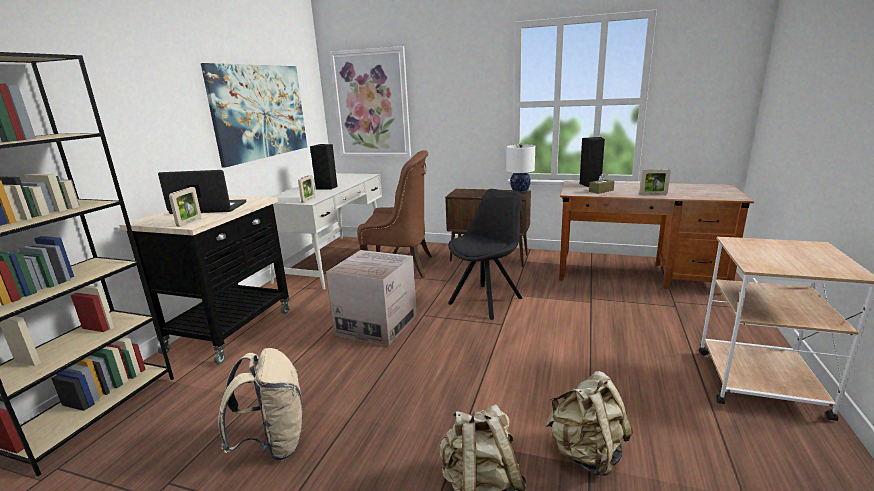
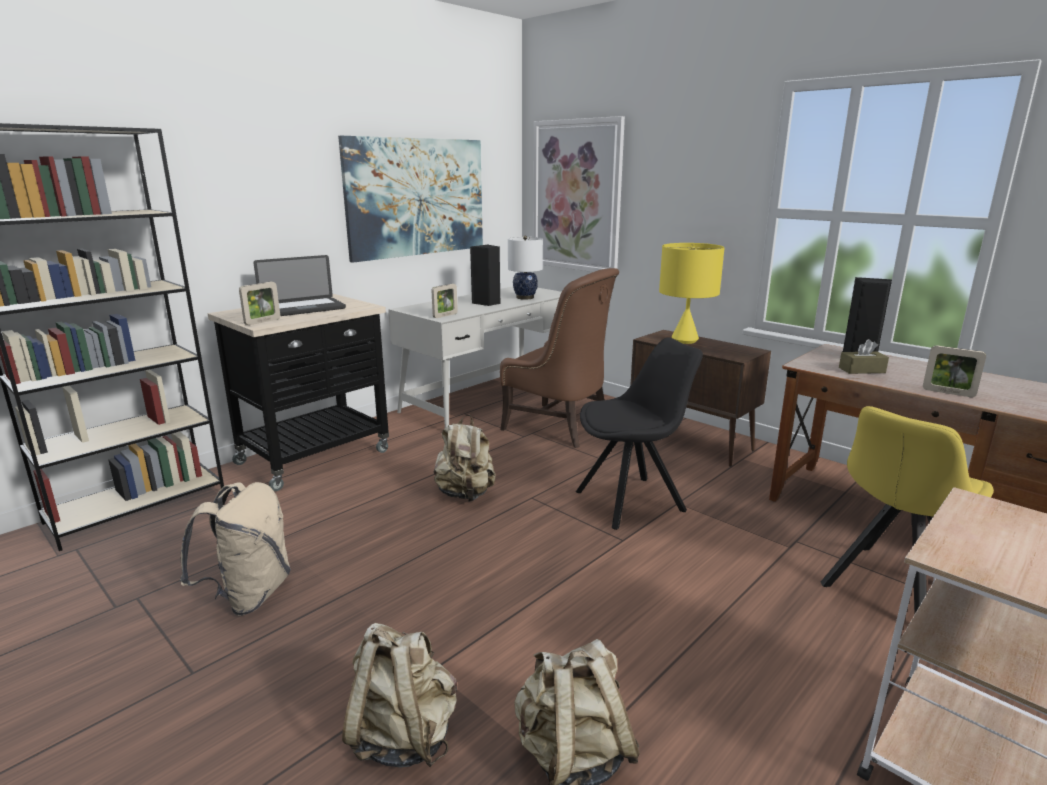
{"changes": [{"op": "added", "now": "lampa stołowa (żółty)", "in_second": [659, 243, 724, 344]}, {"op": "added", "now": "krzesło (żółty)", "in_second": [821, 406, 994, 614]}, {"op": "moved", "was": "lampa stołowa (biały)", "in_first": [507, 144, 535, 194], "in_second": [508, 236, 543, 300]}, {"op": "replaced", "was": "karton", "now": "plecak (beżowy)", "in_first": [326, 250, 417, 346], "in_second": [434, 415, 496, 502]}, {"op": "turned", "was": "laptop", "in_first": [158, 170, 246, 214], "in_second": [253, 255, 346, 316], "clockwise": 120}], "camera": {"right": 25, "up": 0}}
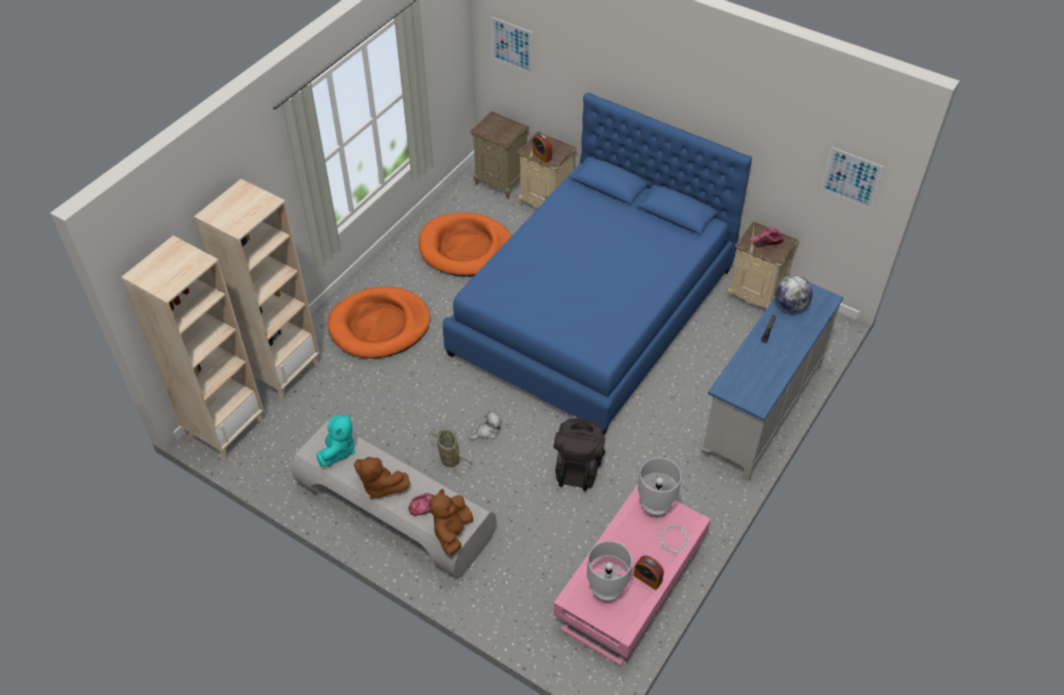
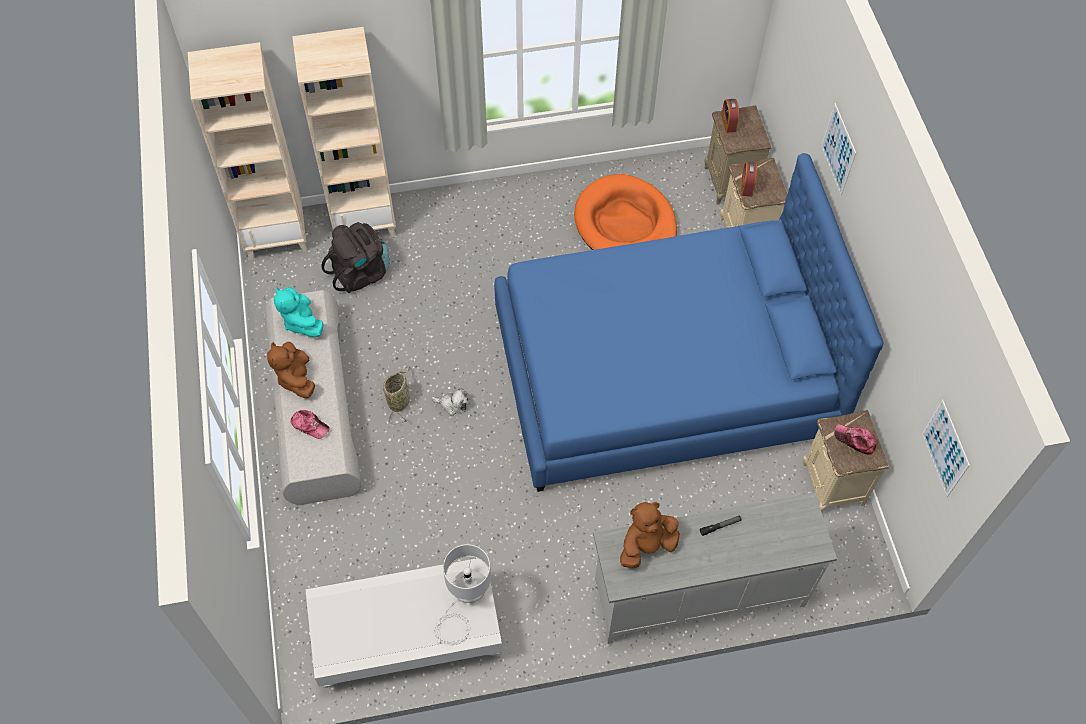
{"changes": [{"op": "removed", "was": "legowisko (pomarańczowy)", "in_first": [328, 286, 430, 359]}, {"op": "removed", "was": "lampa stołowa (szary)", "in_first": [587, 541, 632, 601]}, {"op": "removed", "was": "globus", "in_first": [775, 275, 813, 312]}, {"op": "moved", "was": "pluszak (brązowy)", "in_first": [429, 489, 473, 555], "in_second": [620, 502, 680, 568]}, {"op": "moved", "was": "obraz", "in_first": [491, 17, 533, 74], "in_second": [821, 103, 856, 195]}, {"op": "moved", "was": "plecak (czarny)", "in_first": [554, 418, 605, 491], "in_second": [321, 222, 390, 293]}, {"op": "moved", "was": "budzik", "in_first": [634, 555, 664, 590], "in_second": [721, 99, 739, 133]}, {"op": "recoloured", "was": "ława (różowy)", "now": "ława (biały)", "in_first": [553, 484, 711, 666], "in_second": [306, 558, 502, 688]}, {"op": "recoloured", "was": "komoda (niebieski)", "now": "komoda (szary)", "in_first": [702, 282, 844, 482], "in_second": [593, 493, 837, 644]}, {"op": "turned", "was": "pluszak (turkusowy)", "in_first": [317, 414, 355, 467], "in_second": [274, 287, 324, 337], "clockwise": 90}], "camera": {"right": 45, "up": 10}}
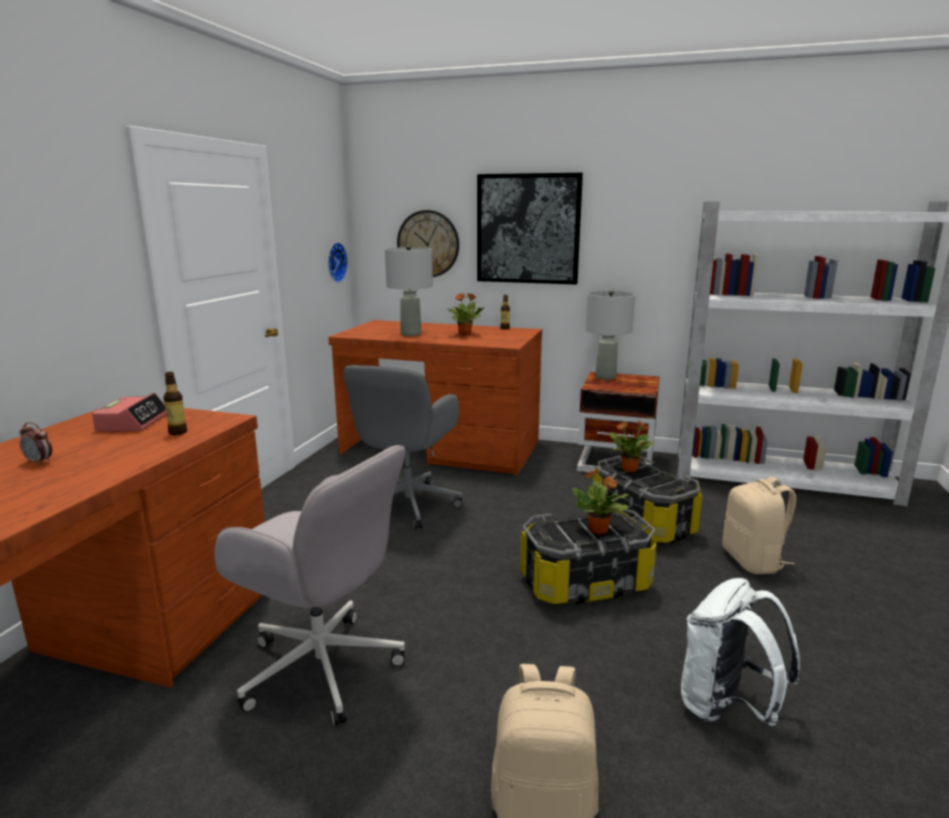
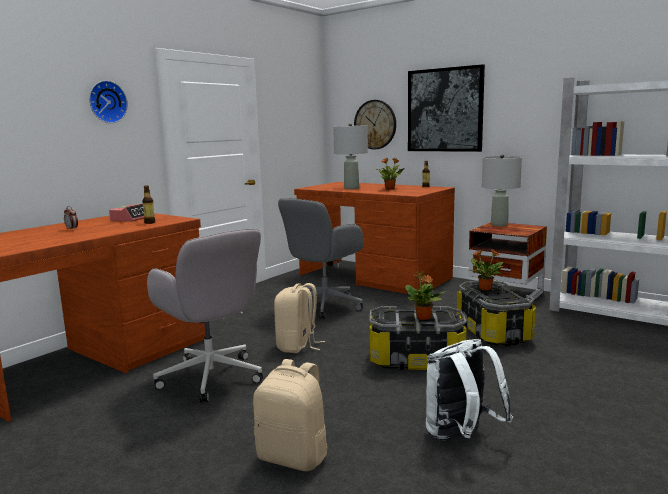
{"changes": [{"op": "moved", "was": "zegar ścienny", "in_first": [328, 242, 348, 283], "in_second": [89, 81, 128, 123]}, {"op": "moved", "was": "plecak (beżowy)", "in_first": [722, 477, 796, 574], "in_second": [274, 283, 325, 353]}], "camera": {"right": 20, "up": -5}}
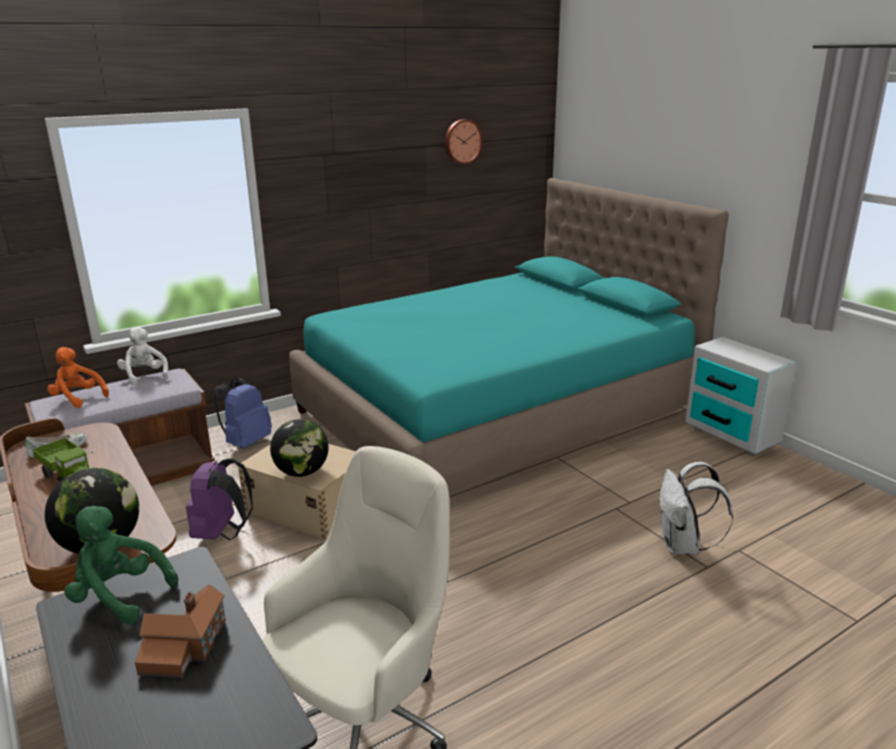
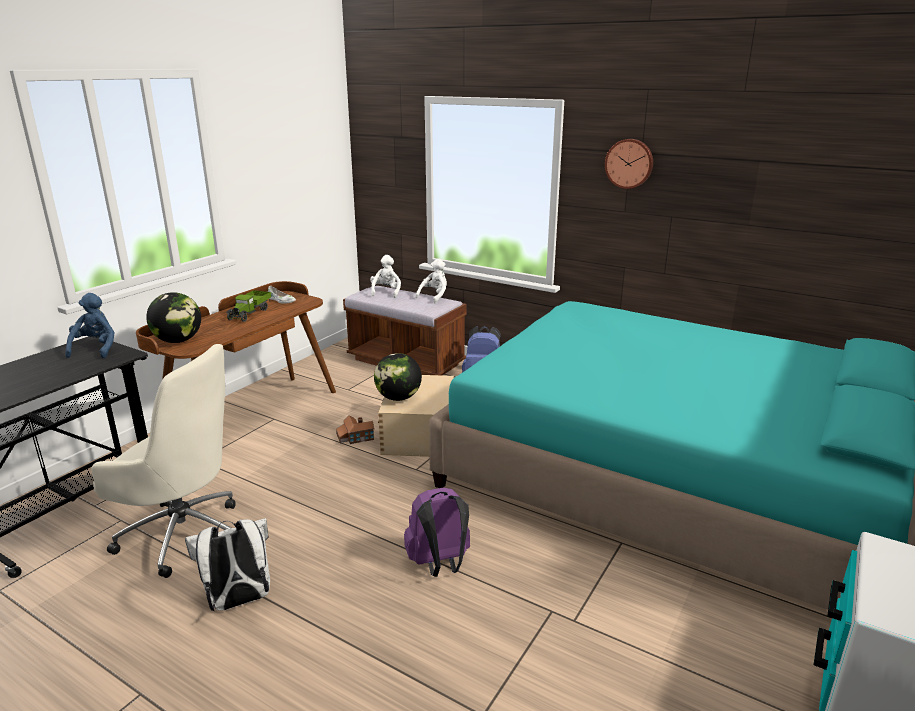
{"changes": [{"op": "moved", "was": "domek", "in_first": [135, 584, 226, 678], "in_second": [336, 415, 374, 444]}, {"op": "moved", "was": "plecak (fioletowy)", "in_first": [186, 458, 253, 540], "in_second": [404, 487, 470, 577]}, {"op": "moved", "was": "zegar ścienny", "in_first": [445, 119, 483, 164], "in_second": [605, 139, 653, 189]}, {"op": "moved", "was": "plecak (biały)", "in_first": [659, 462, 733, 555], "in_second": [185, 518, 270, 611]}, {"op": "recoloured", "was": "pluszak (pomarańczowy)", "now": "pluszak (biały)", "in_first": [47, 347, 109, 408], "in_second": [370, 255, 401, 298]}, {"op": "recoloured", "was": "pluszak (zielony)", "now": "pluszak (niebieski)", "in_first": [64, 506, 178, 624], "in_second": [65, 293, 115, 358]}], "camera": {"right": 65, "up": 0}}
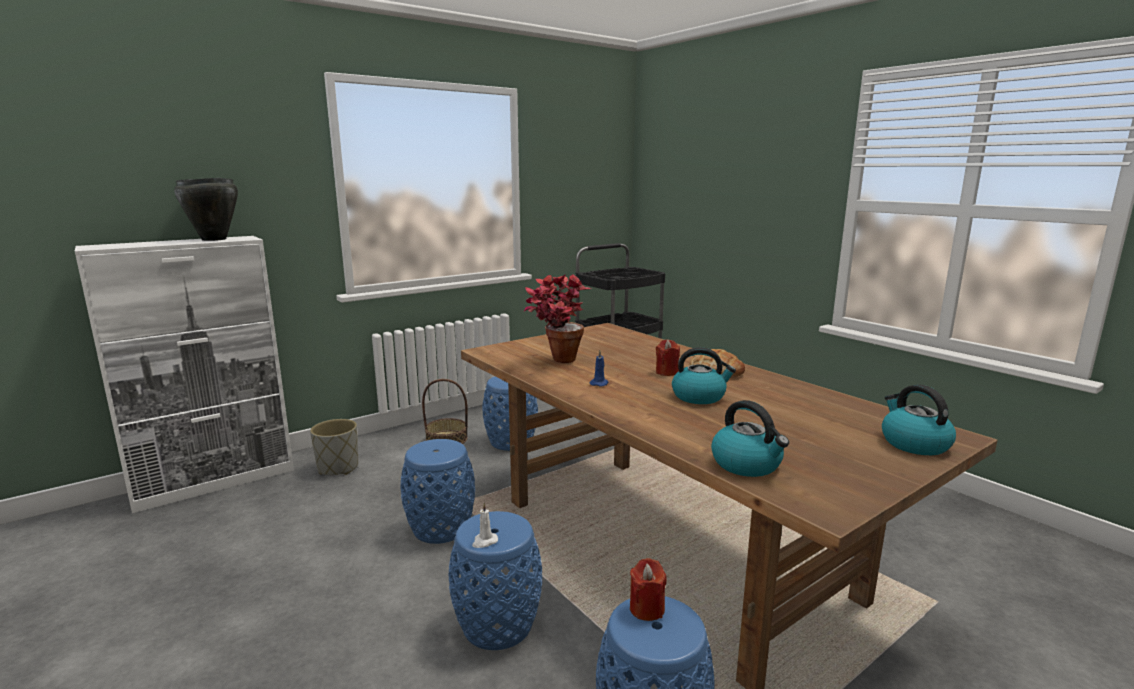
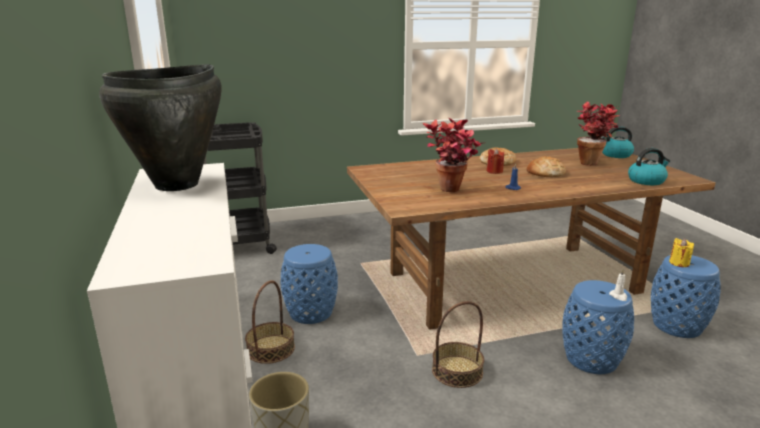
{"changes": [{"op": "added", "now": "roślina doniczkowa", "in_second": [576, 101, 619, 166]}, {"op": "replaced", "was": "stołek (niebieski)", "now": "koszyk", "in_first": [400, 439, 475, 544], "in_second": [432, 301, 484, 388]}, {"op": "replaced", "was": "czajnik", "now": "chleb", "in_first": [672, 347, 736, 404], "in_second": [527, 156, 566, 177]}, {"op": "recoloured", "was": "świeca (czerwony)", "now": "świeca (żółty)", "in_first": [630, 558, 667, 621], "in_second": [669, 238, 694, 267]}], "camera": {"right": -70, "up": 5}}
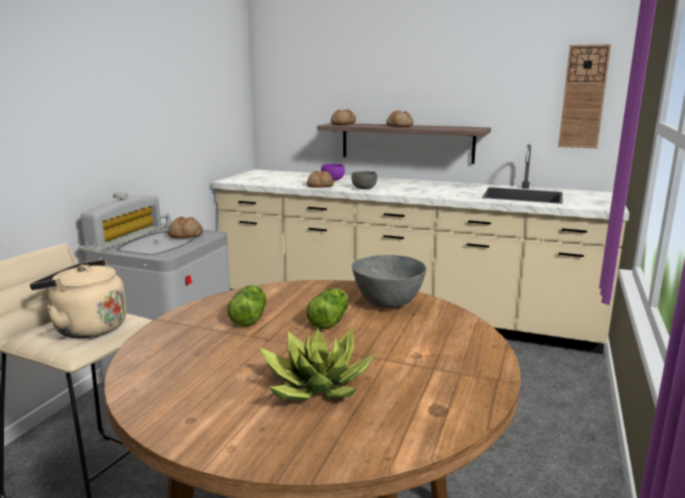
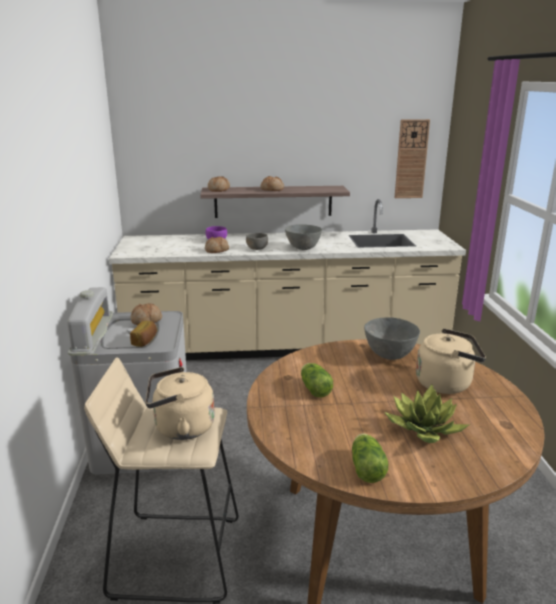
{"changes": [{"op": "added", "now": "chleb", "in_second": [130, 321, 157, 347]}, {"op": "added", "now": "miska (szary)", "in_second": [285, 224, 322, 250]}, {"op": "added", "now": "czajnik (beżowy)", "in_second": [416, 329, 486, 394]}, {"op": "moved", "was": "sałata", "in_first": [306, 288, 349, 330], "in_second": [352, 433, 388, 483]}], "camera": {"right": -25, "up": 5}}
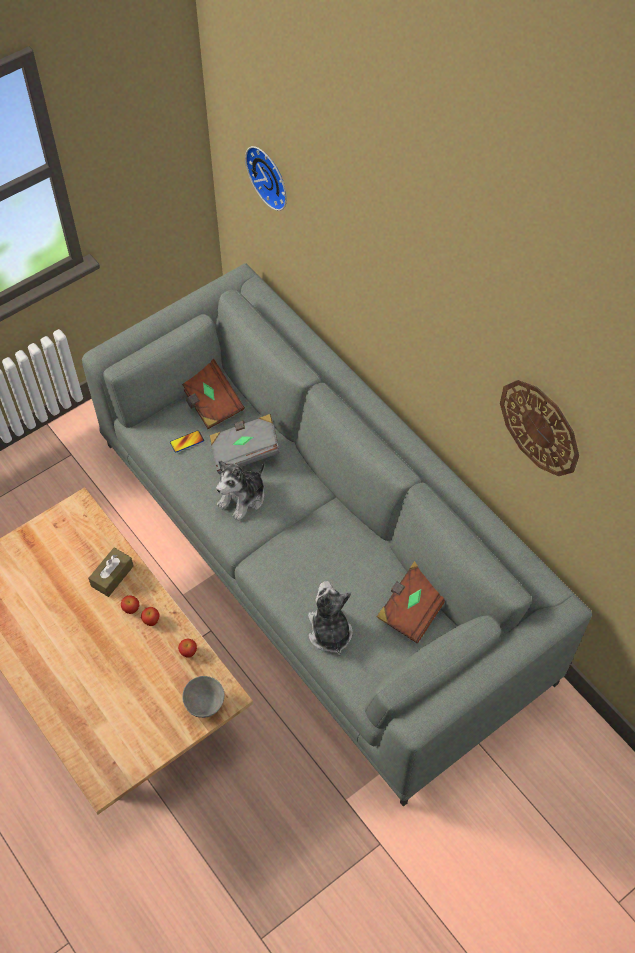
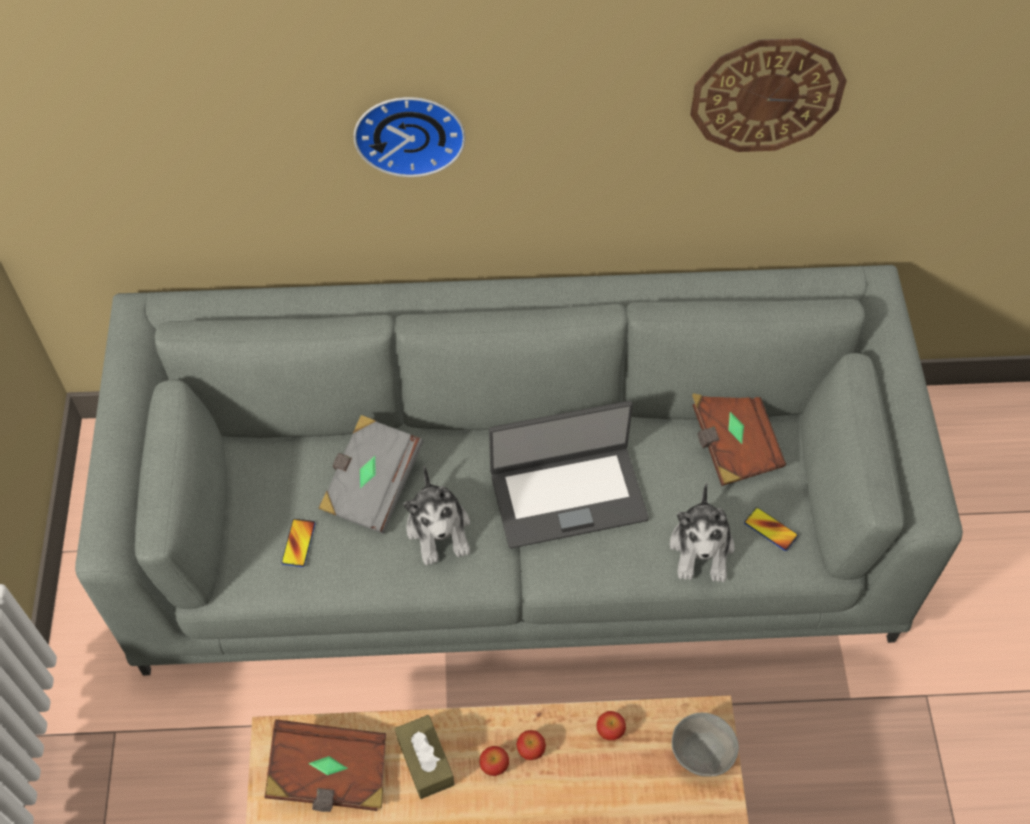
{"changes": [{"op": "added", "now": "laptop", "in_second": [489, 401, 649, 548]}, {"op": "added", "now": "telefon", "in_second": [744, 507, 798, 551]}, {"op": "moved", "was": "książka (brązowy)", "in_first": [182, 359, 245, 429], "in_second": [264, 719, 386, 812]}, {"op": "moved", "was": "zegar ścienny", "in_first": [245, 146, 287, 211], "in_second": [353, 97, 466, 177]}, {"op": "turned", "was": "pluszak", "in_first": [308, 581, 352, 655], "in_second": [669, 482, 735, 582], "clockwise": -105}], "camera": {"right": -55, "up": 0}}
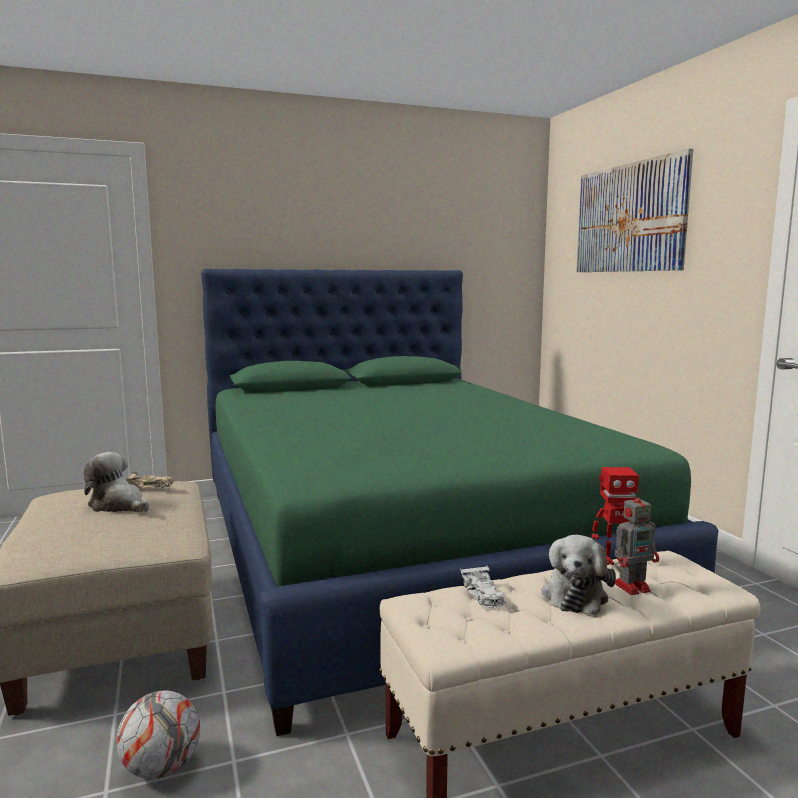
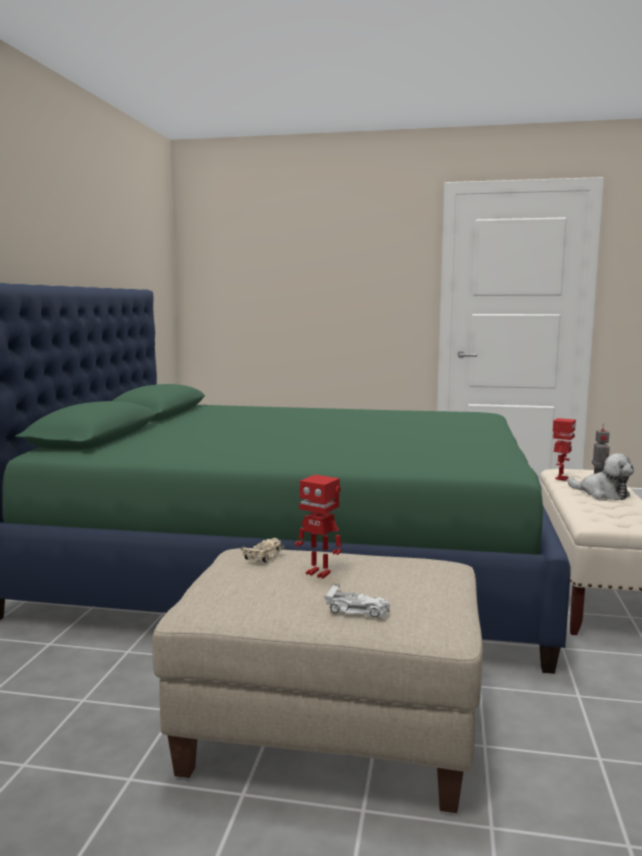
{"changes": [{"op": "removed", "was": "piłka futbolowa", "in_first": [116, 691, 200, 779]}, {"op": "removed", "was": "obraz", "in_first": [576, 149, 693, 272]}, {"op": "moved", "was": "samochodzik (biały)", "in_first": [460, 566, 506, 609], "in_second": [324, 584, 390, 618]}, {"op": "replaced", "was": "pluszak", "now": "robot zabawkowy", "in_first": [83, 452, 149, 512], "in_second": [295, 475, 342, 579]}], "camera": {"right": -60, "up": 0}}
